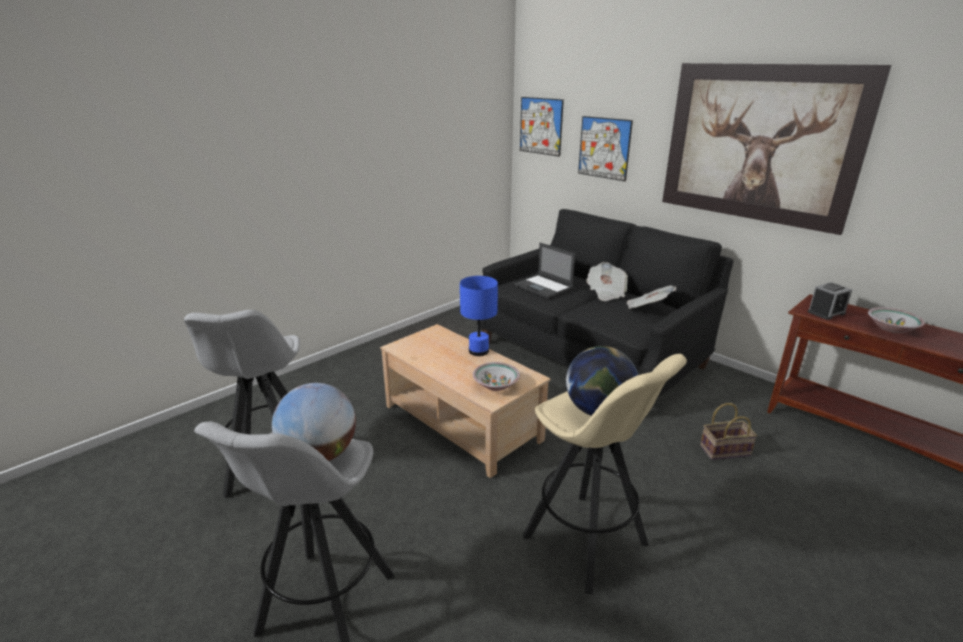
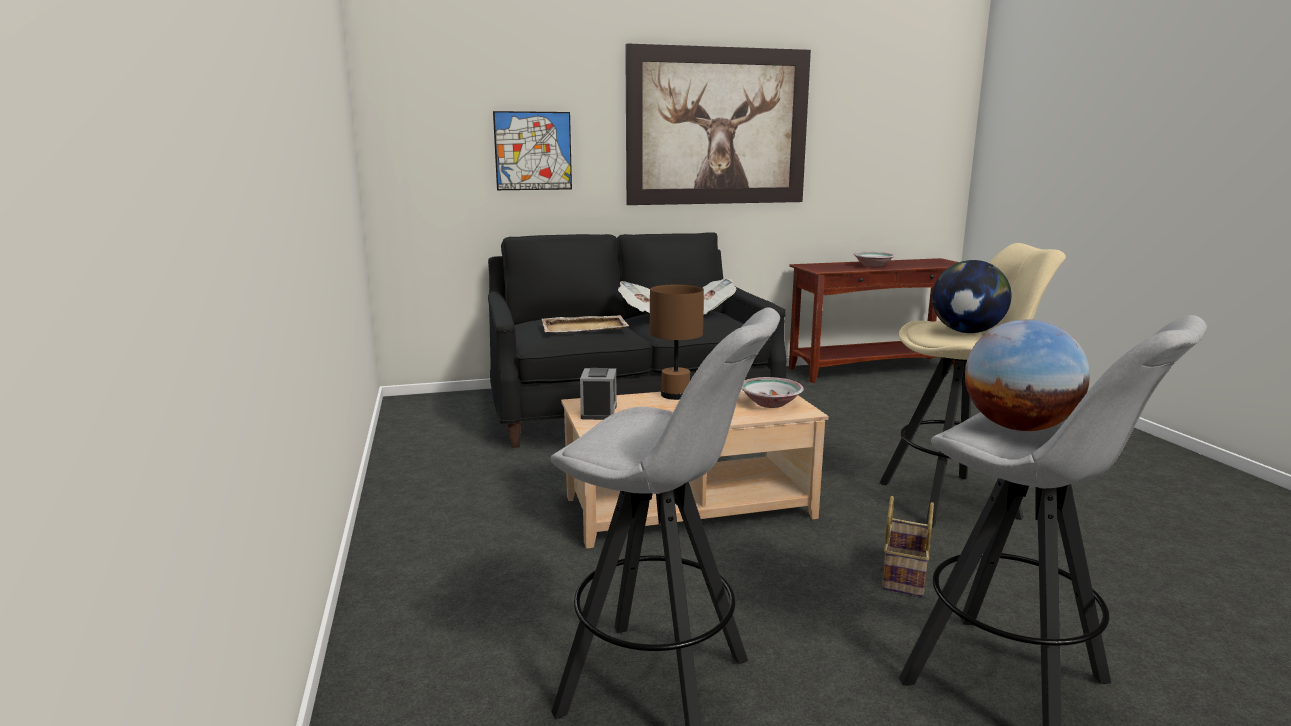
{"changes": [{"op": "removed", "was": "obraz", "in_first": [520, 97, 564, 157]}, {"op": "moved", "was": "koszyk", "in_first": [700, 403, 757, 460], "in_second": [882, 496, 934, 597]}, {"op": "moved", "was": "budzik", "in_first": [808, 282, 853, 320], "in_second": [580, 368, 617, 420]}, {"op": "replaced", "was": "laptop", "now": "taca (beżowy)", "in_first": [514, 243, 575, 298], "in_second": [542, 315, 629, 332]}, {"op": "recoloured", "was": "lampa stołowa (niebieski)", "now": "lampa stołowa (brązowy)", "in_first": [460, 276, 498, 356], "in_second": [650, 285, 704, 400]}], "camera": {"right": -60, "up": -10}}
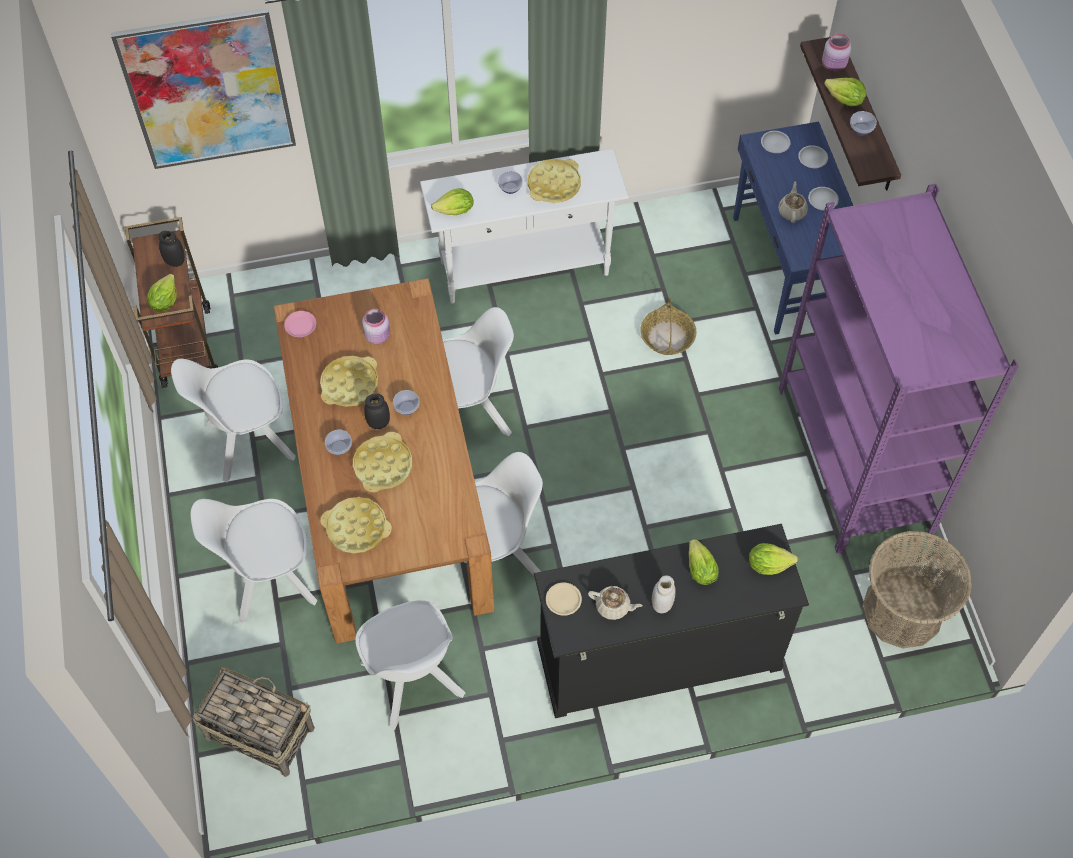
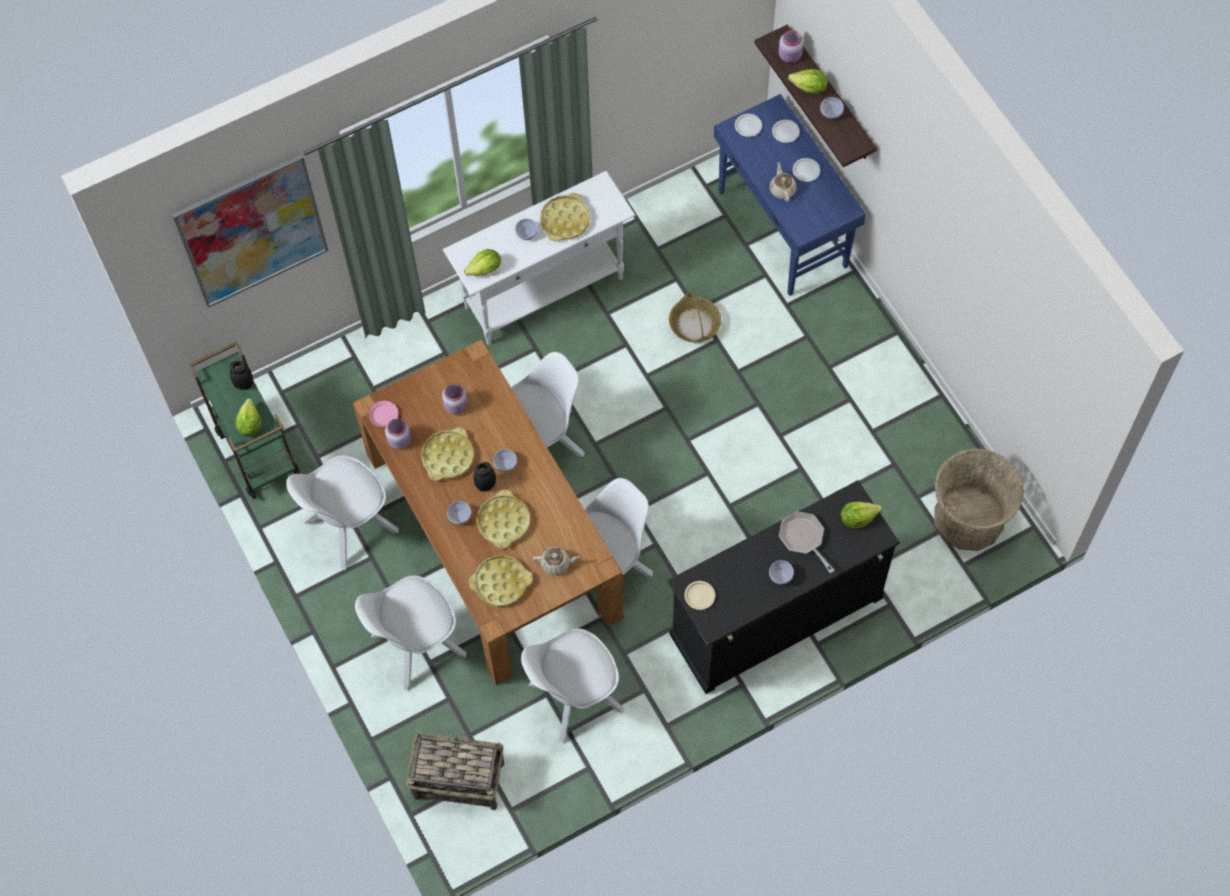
{"changes": [{"op": "removed", "was": "regał (fioletowy)", "in_first": [779, 184, 1018, 554]}, {"op": "added", "now": "słoik (różowy)", "in_second": [385, 419, 411, 449]}, {"op": "moved", "was": "imbryk (beżowy)", "in_first": [588, 586, 642, 620], "in_second": [533, 547, 580, 575]}, {"op": "replaced", "was": "słoik (biały)", "now": "miska", "in_first": [652, 576, 676, 613], "in_second": [769, 560, 794, 584]}, {"op": "replaced", "was": "sałata", "now": "patelnia", "in_first": [689, 539, 719, 585], "in_second": [779, 511, 835, 573]}, {"op": "recoloured", "was": "wózek (brązowy)", "now": "wózek (zielony)", "in_first": [125, 217, 218, 388], "in_second": [189, 342, 301, 500]}, {"op": "turned", "was": "krzesło (biały)", "in_first": [355, 600, 465, 730], "in_second": [521, 629, 624, 744], "clockwise": 105}], "camera": {"right": -15, "up": 5}}
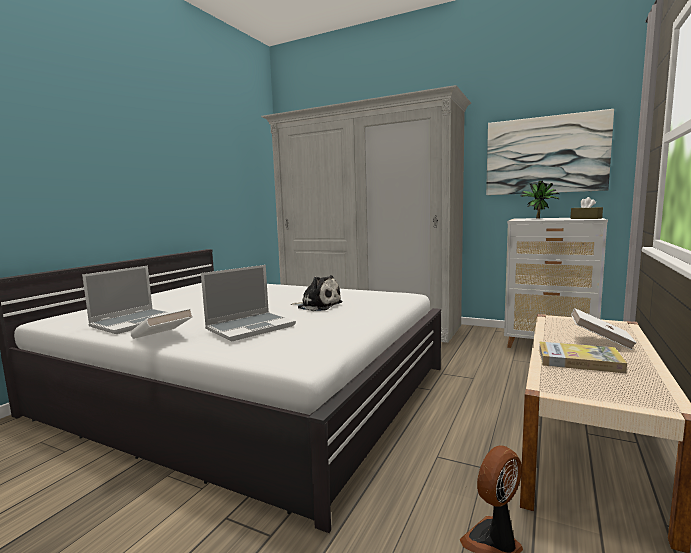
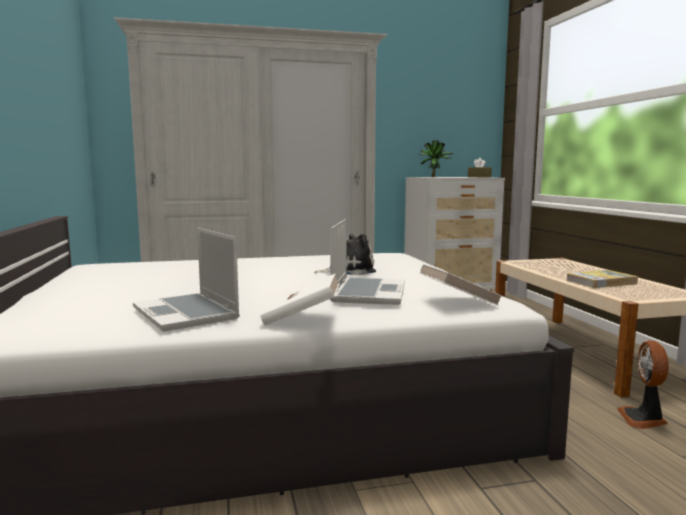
{"changes": [{"op": "removed", "was": "obraz", "in_first": [486, 109, 614, 195]}, {"op": "moved", "was": "książka (biały)", "in_first": [571, 308, 637, 350], "in_second": [420, 264, 502, 306]}, {"op": "turned", "was": "laptop", "in_first": [82, 266, 171, 334], "in_second": [133, 228, 240, 332], "clockwise": 150}], "camera": {"right": -40, "up": 0}}
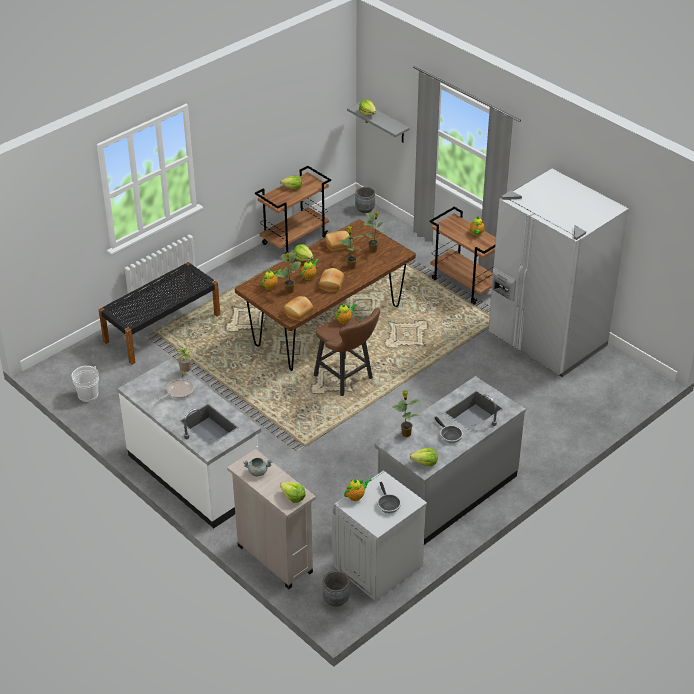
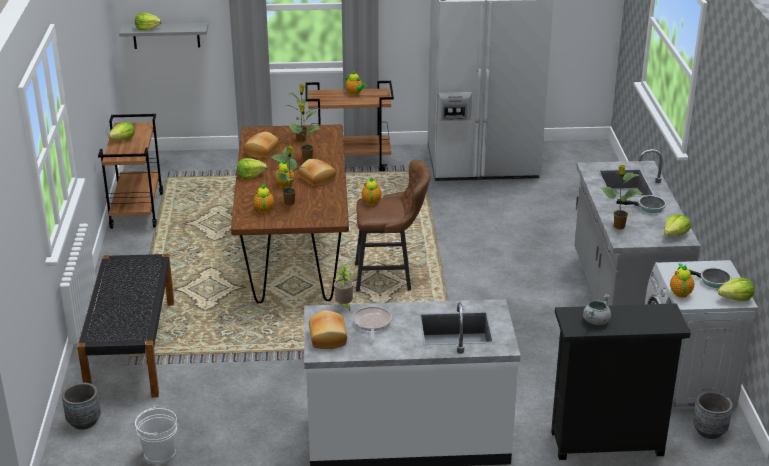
{"changes": [{"op": "moved", "was": "sałata", "in_first": [280, 482, 306, 503], "in_second": [717, 278, 754, 301]}, {"op": "moved", "was": "chleb", "in_first": [283, 296, 313, 321], "in_second": [309, 310, 347, 349]}, {"op": "moved", "was": "donica (szary)", "in_first": [355, 187, 375, 213], "in_second": [62, 383, 101, 430]}, {"op": "recoloured", "was": "szafka (beżowy)", "now": "szafka (czarny)", "in_first": [227, 449, 316, 589], "in_second": [551, 303, 691, 460]}], "camera": {"right": -50, "up": -10}}
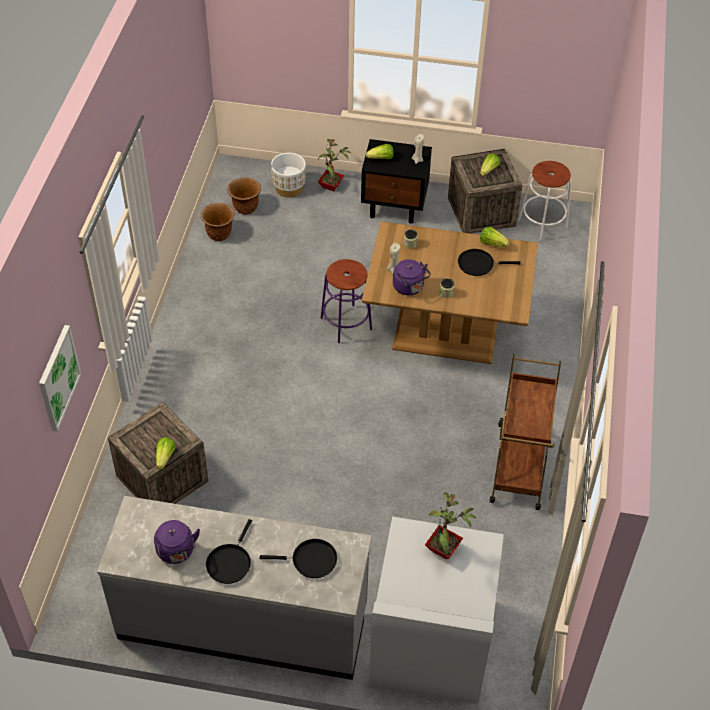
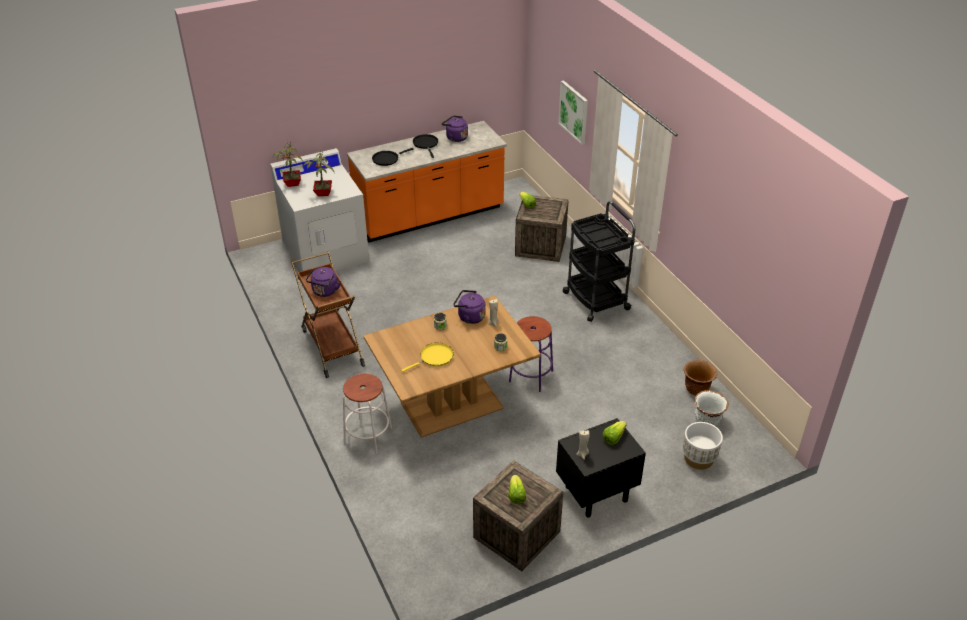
{"changes": [{"op": "removed", "was": "sałata", "in_first": [480, 227, 510, 248]}, {"op": "added", "now": "czajnik (fioletowy)", "in_second": [306, 267, 341, 297]}, {"op": "added", "now": "wózek (czarny)", "in_second": [563, 201, 635, 322]}, {"op": "moved", "was": "roślina doniczkowa", "in_first": [318, 139, 351, 191], "in_second": [273, 142, 303, 187]}, {"op": "moved", "was": "stołek (biały)", "in_first": [518, 161, 571, 241], "in_second": [343, 374, 392, 453]}, {"op": "recoloured", "was": "zabudowa kuchenna (szary)", "now": "zabudowa kuchenna (pomarańczowy)", "in_first": [97, 496, 372, 680], "in_second": [347, 121, 507, 243]}, {"op": "recoloured", "was": "donica (brązowy)", "now": "donica (biały)", "in_first": [227, 177, 261, 215], "in_second": [694, 390, 729, 426]}, {"op": "recoloured", "was": "patelnia (czarny)", "now": "patelnia (żółty)", "in_first": [458, 249, 521, 276], "in_second": [401, 343, 454, 372]}], "camera": {"right": 145, "up": -10}}
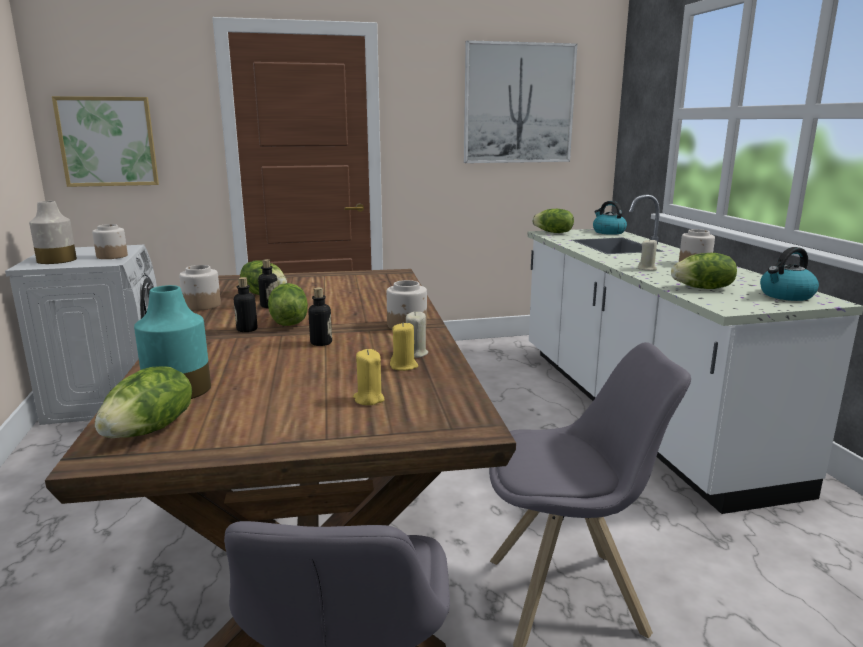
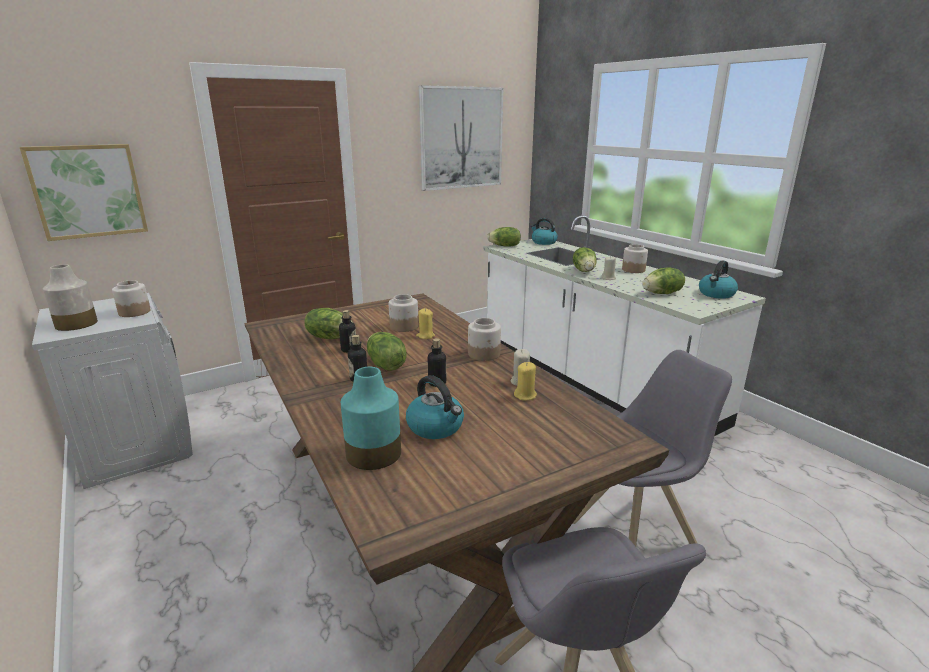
{"changes": [{"op": "added", "now": "czajnik", "in_second": [406, 375, 464, 439]}, {"op": "moved", "was": "sałata", "in_first": [95, 366, 192, 438], "in_second": [573, 247, 597, 272]}, {"op": "moved", "was": "słoik", "in_first": [179, 265, 221, 311], "in_second": [388, 294, 419, 332]}, {"op": "moved", "was": "świeca (żółty)", "in_first": [353, 349, 385, 405], "in_second": [416, 308, 435, 339]}], "camera": {"right": -20, "up": 5}}
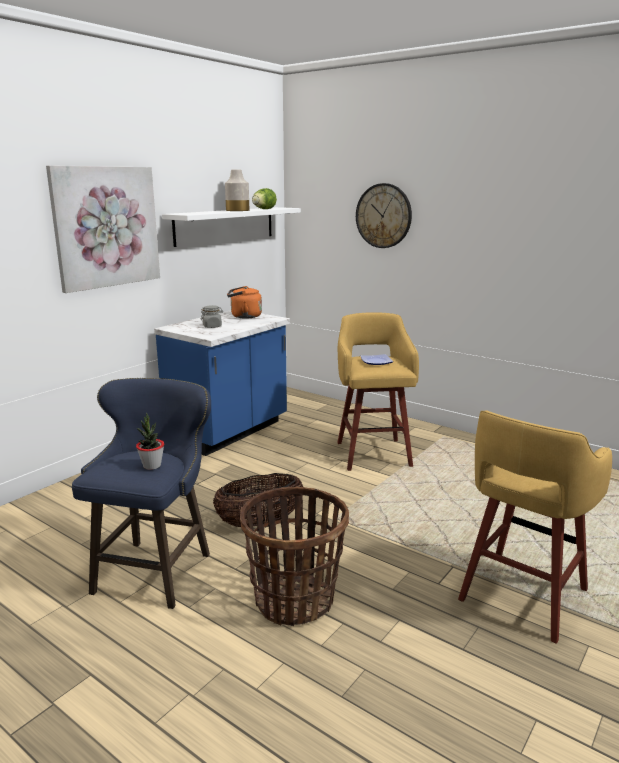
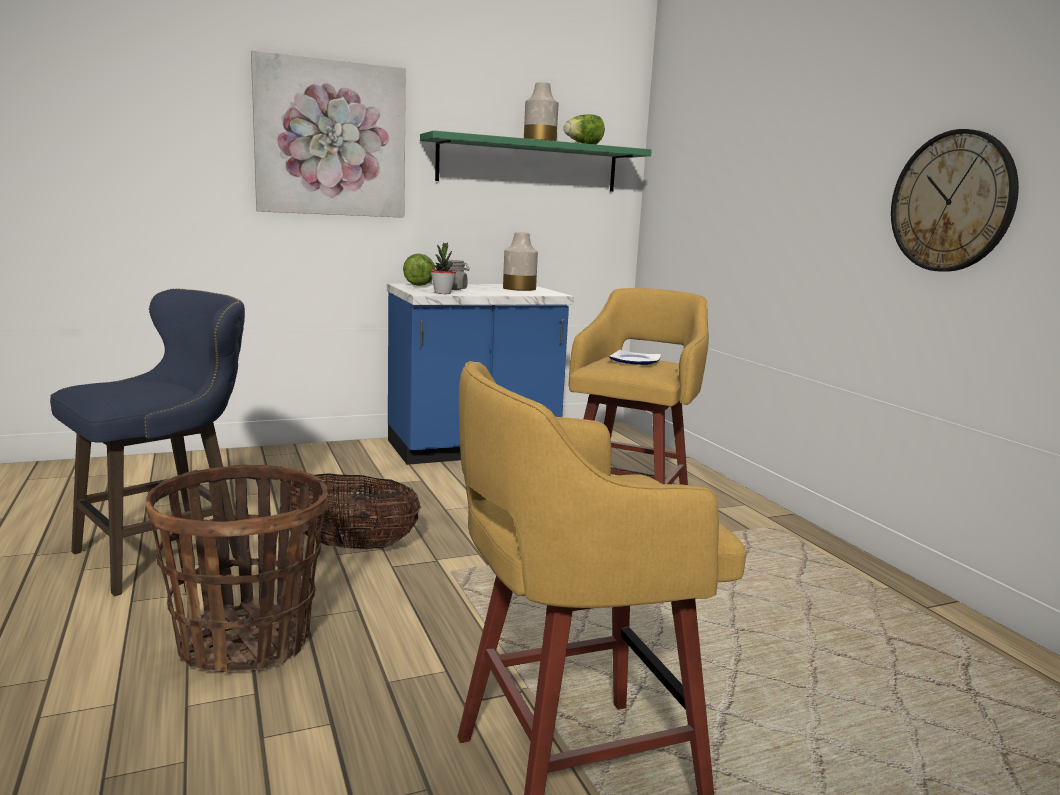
{"changes": [{"op": "added", "now": "sałata", "in_second": [403, 253, 435, 286]}, {"op": "moved", "was": "roślina doniczkowa", "in_first": [136, 413, 164, 470], "in_second": [431, 242, 456, 294]}, {"op": "moved", "was": "zegar ścienny", "in_first": [356, 183, 412, 248], "in_second": [891, 129, 1019, 272]}, {"op": "replaced", "was": "czajnik (pomarańczowy)", "now": "wazon (beżowy)", "in_first": [227, 286, 262, 319], "in_second": [503, 232, 538, 291]}, {"op": "recoloured", "was": "półka (biały)", "now": "półka (zielony)", "in_first": [162, 207, 301, 247], "in_second": [420, 131, 652, 192]}], "camera": {"right": 30, "up": -5}}
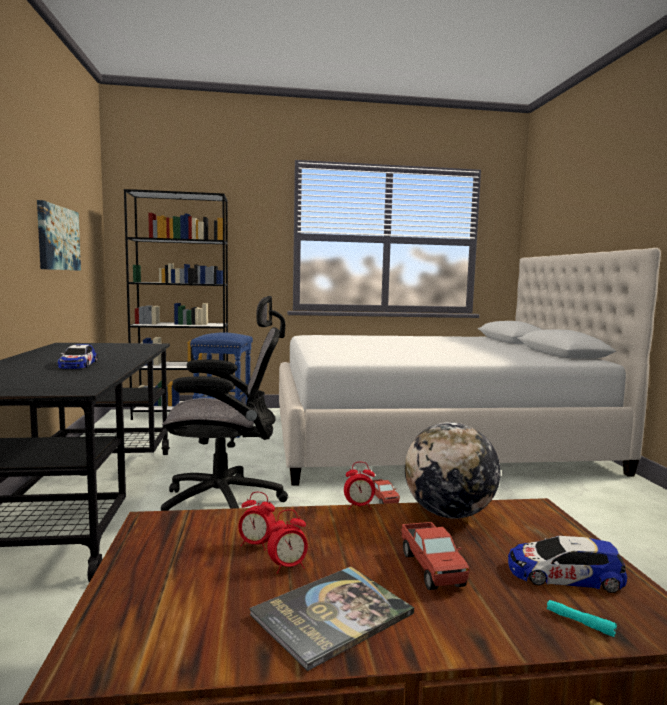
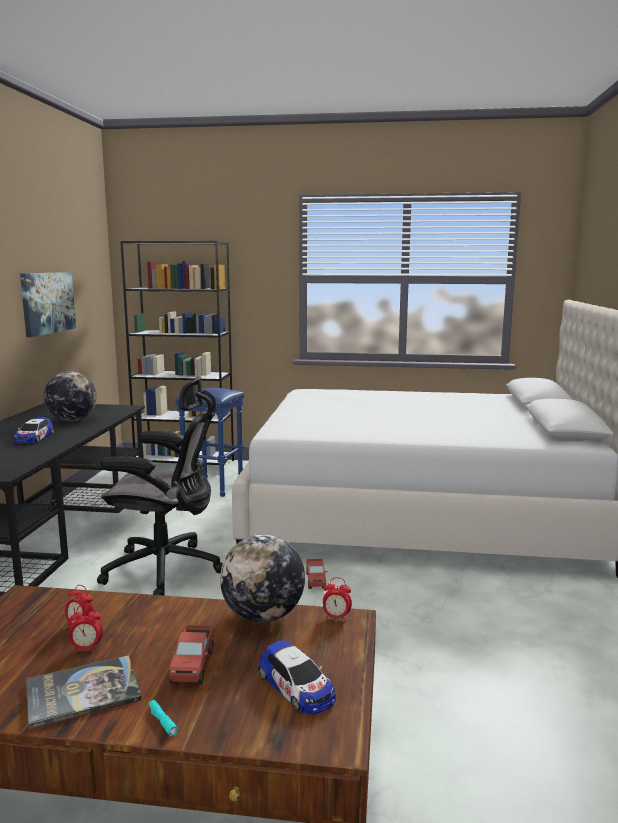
{"changes": [{"op": "added", "now": "globus", "in_second": [44, 371, 97, 421]}, {"op": "moved", "was": "budzik", "in_first": [344, 462, 375, 510], "in_second": [323, 577, 352, 623]}, {"op": "moved", "was": "latarka (turkusowy)", "in_first": [547, 600, 617, 637], "in_second": [149, 700, 178, 736]}, {"op": "turned", "was": "samochodzik", "in_first": [508, 536, 627, 593], "in_second": [258, 640, 336, 714], "clockwise": -150}], "camera": {"right": 15, "up": 5}}
